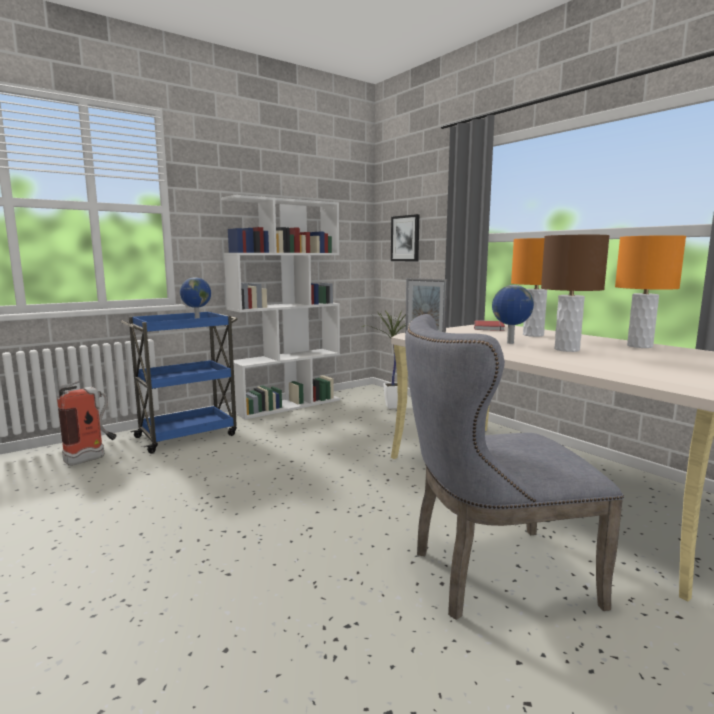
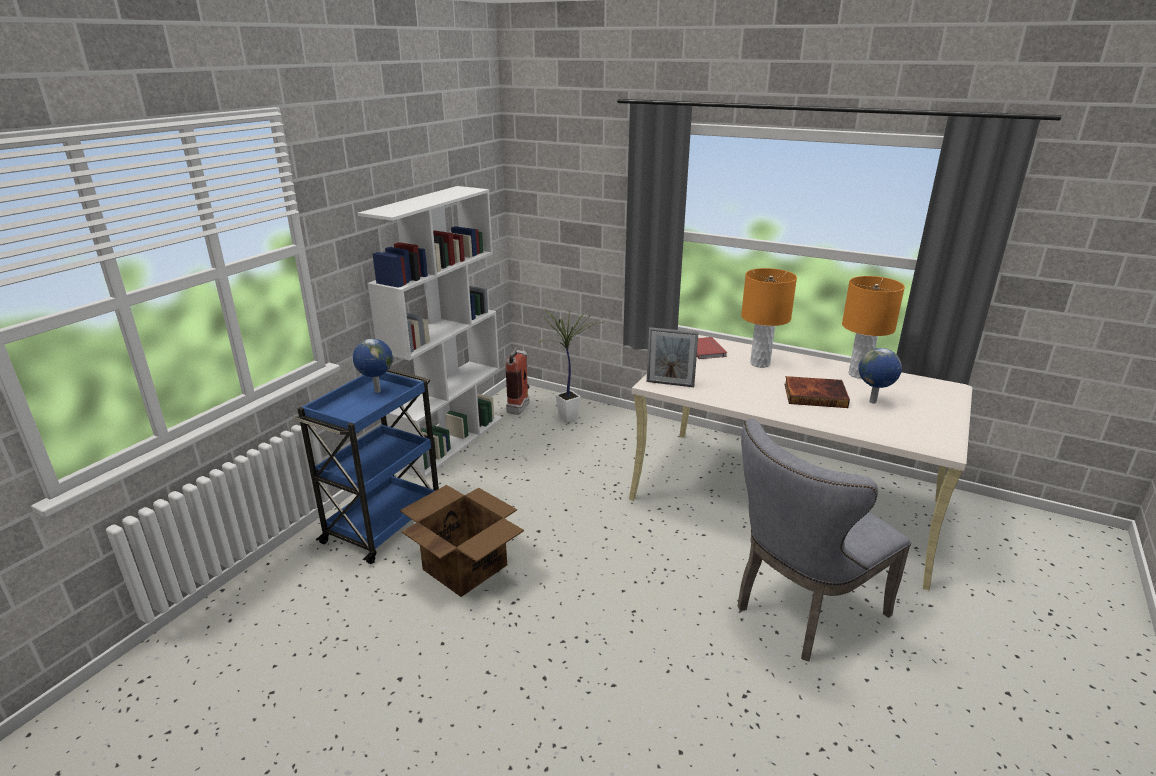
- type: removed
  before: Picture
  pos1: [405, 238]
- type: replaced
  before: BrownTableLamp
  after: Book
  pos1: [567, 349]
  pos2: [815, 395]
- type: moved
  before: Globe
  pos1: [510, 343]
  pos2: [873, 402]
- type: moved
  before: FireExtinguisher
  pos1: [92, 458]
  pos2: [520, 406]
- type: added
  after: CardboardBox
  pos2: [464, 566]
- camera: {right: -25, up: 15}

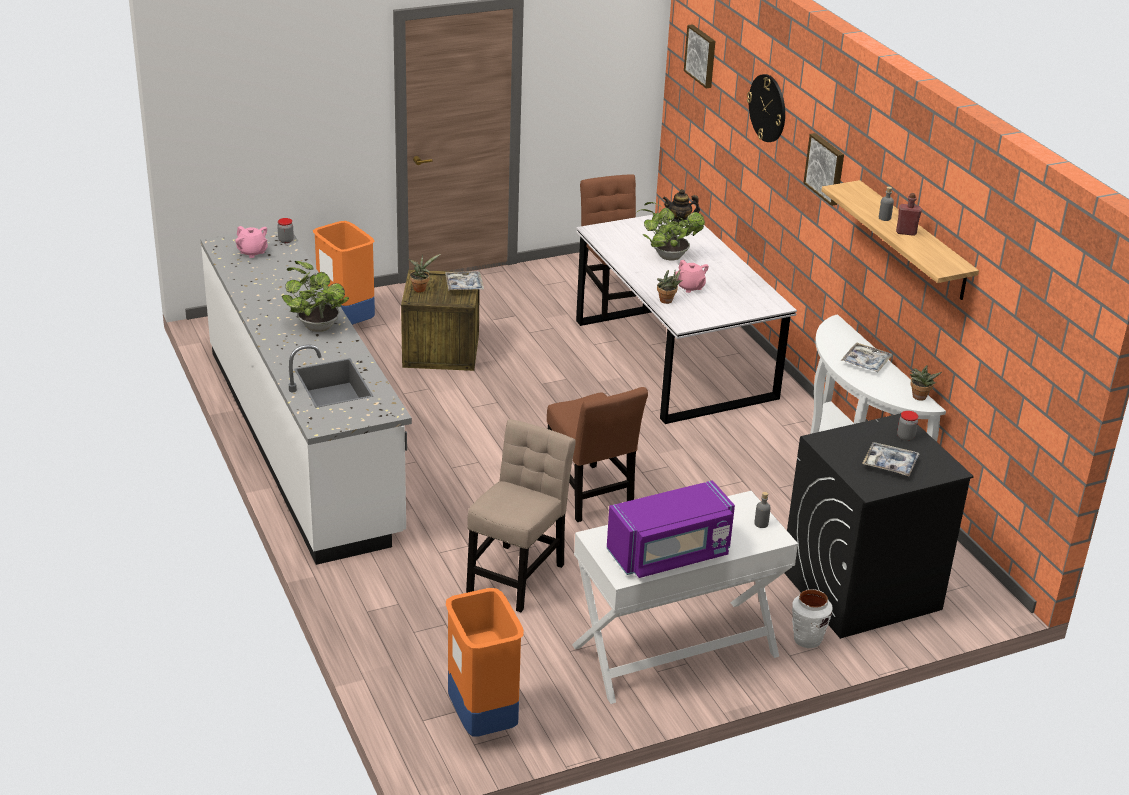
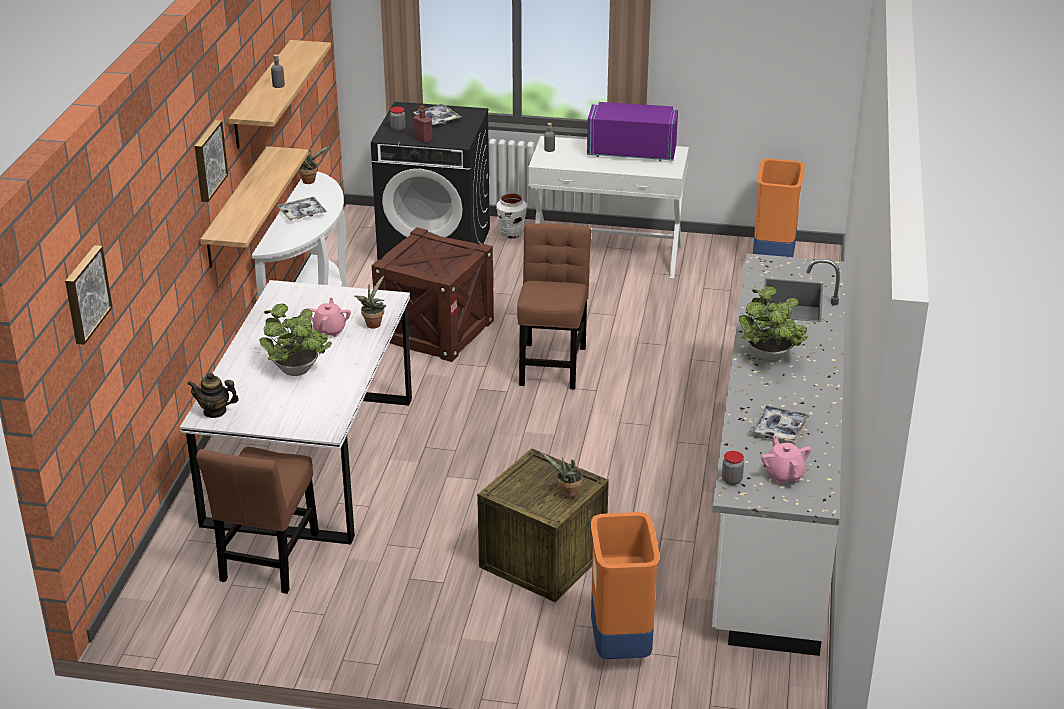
- type: removed
  before: WallClock
  pos1: [768, 108]
- type: turned
  before: Teapot
  pos1: [679, 221]
  pos2: [215, 411]
  turn: 150
- type: moved
  before: RedBottle
  pos1: [906, 232]
  pos2: [423, 139]
- type: moved
  before: Tray
  pos1: [464, 285]
  pos2: [779, 429]
- type: removed
  before: BeigeChair
  pos1: [517, 575]
- type: added
  after: Shelf
  pos2: [236, 207]
- type: added
  after: Crate
  pos2: [435, 330]
- camera: {right: -145, up: 0}

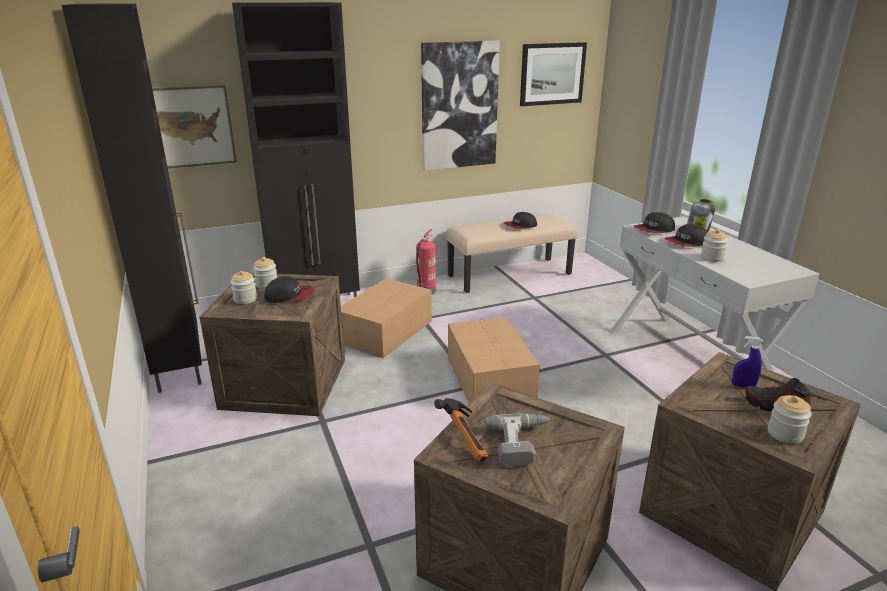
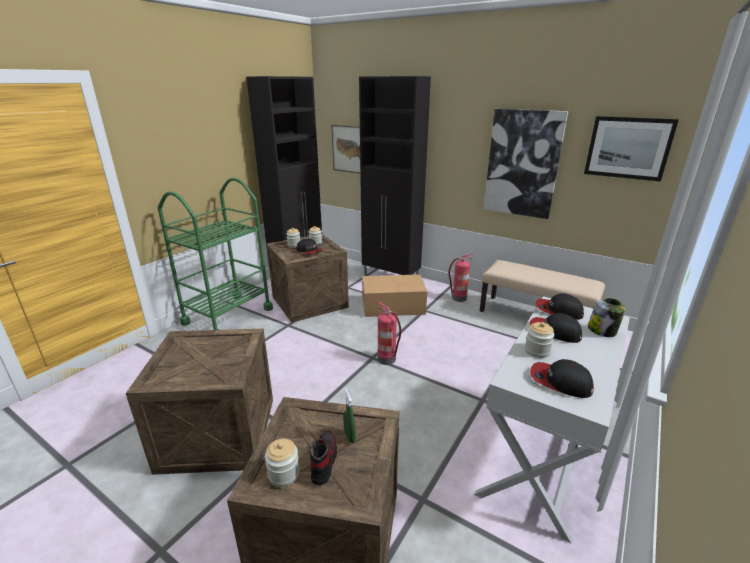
- type: moved
  before: Cap
  pos1: [520, 226]
  pos2: [560, 382]
- type: replaced
  before: CardboardBox
  after: FireExtinguisher
  pos1: [490, 377]
  pos2: [387, 359]
- type: recoloured
  before: BlueSprayBottle
  after: GreenSprayBottle
  pos1: [743, 386]
  pos2: [349, 436]
- type: removed
  before: Hammer
  pos1: [467, 438]
- type: removed
  before: PowerDrill
  pos1: [522, 443]
- type: added
  after: GreenCart
  pos2: [228, 316]
- camera: {right: 55, up: 0}

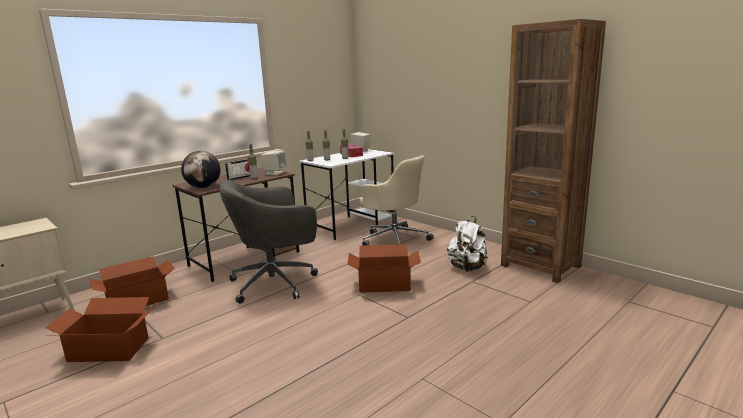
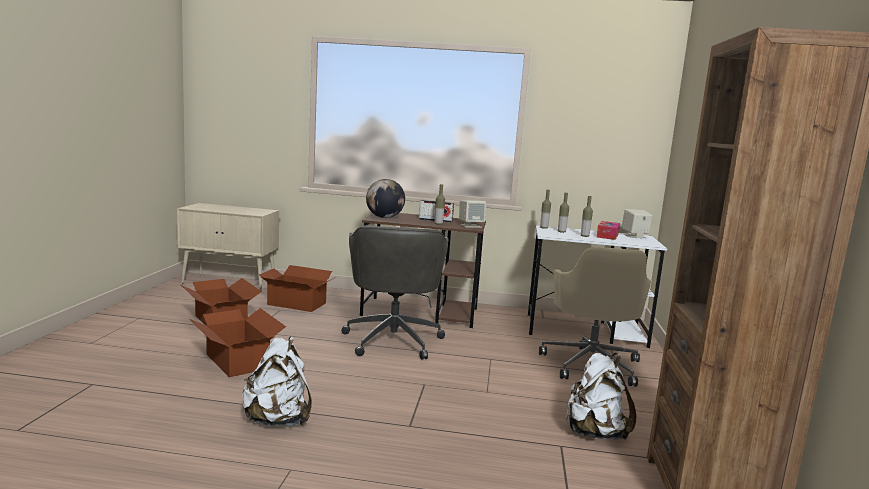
- type: turned
  before: GreyOfficeChair
  pos1: [276, 283]
  pos2: [393, 339]
  turn: -120
- type: moved
  before: CardboardBox
  pos1: [385, 285]
  pos2: [236, 361]
- type: added
  after: WhiteBackpack
  pos2: [278, 420]
- camera: {right: 50, up: -5}

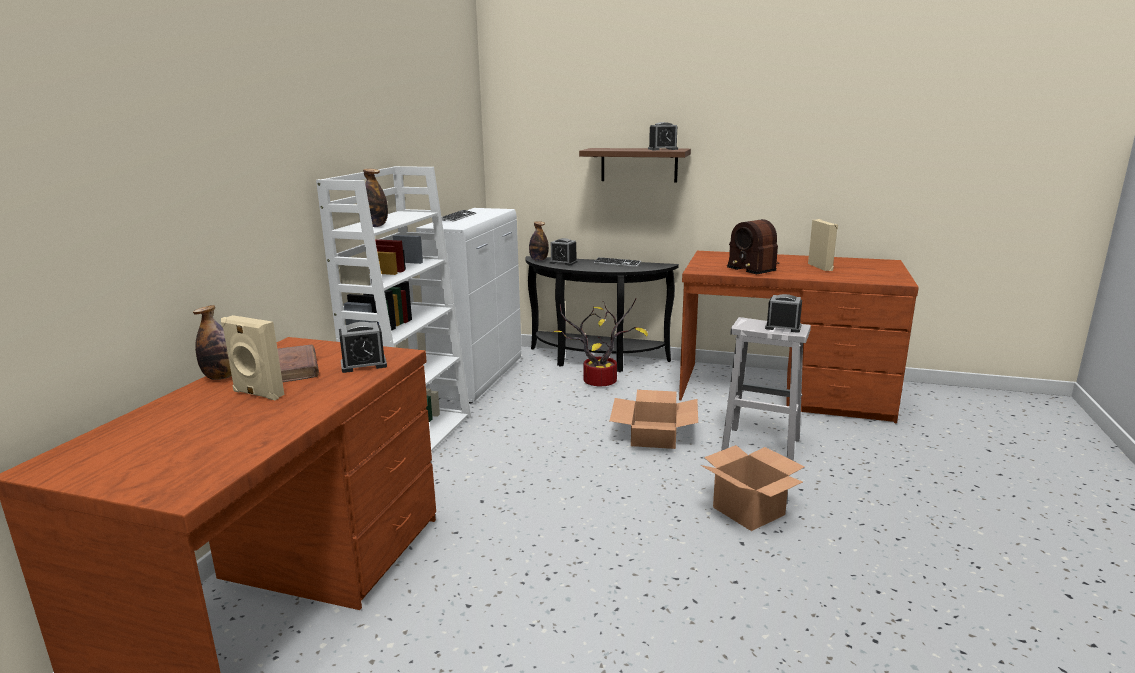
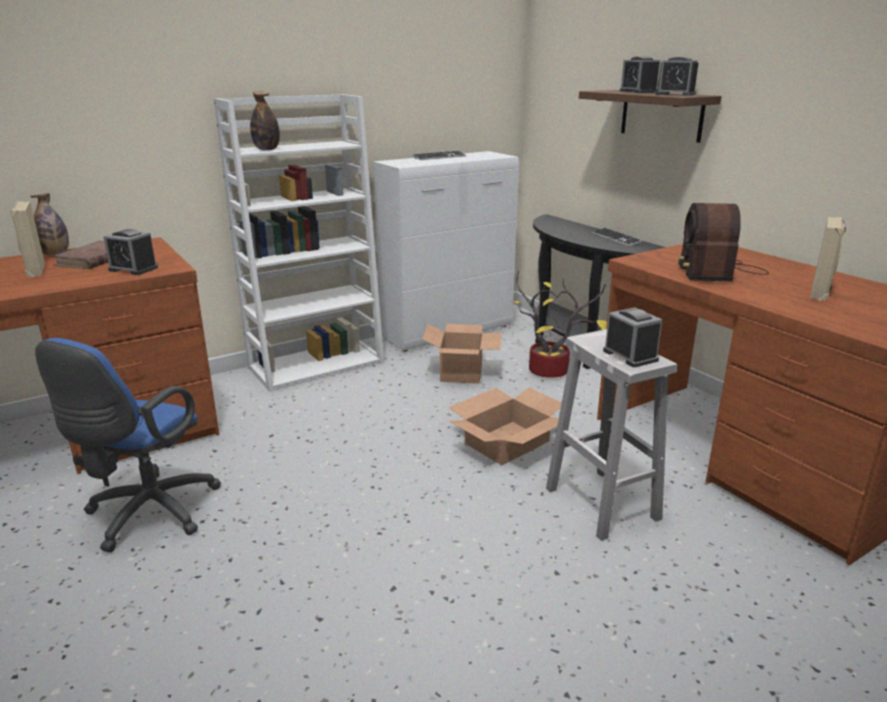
- type: removed
  before: Bottle
  pos1: [539, 260]
- type: moved
  before: AlarmClock
  pos1: [563, 262]
  pos2: [638, 91]
- type: moved
  before: CardboardBox
  pos1: [747, 511]
  pos2: [461, 373]
- type: added
  after: BlueOfficeChair
  pos2: [148, 515]
- camera: {right: 40, up: 5}

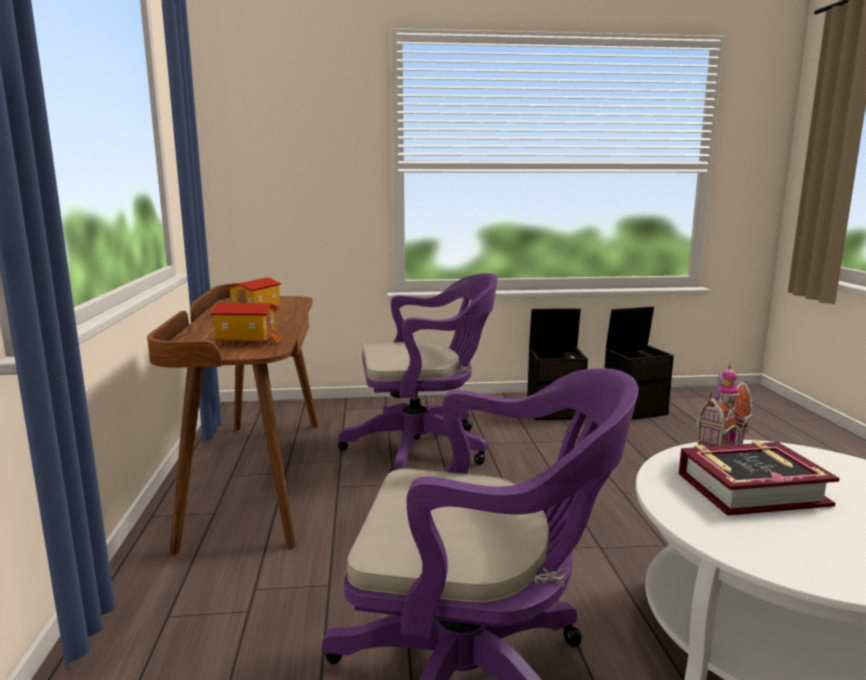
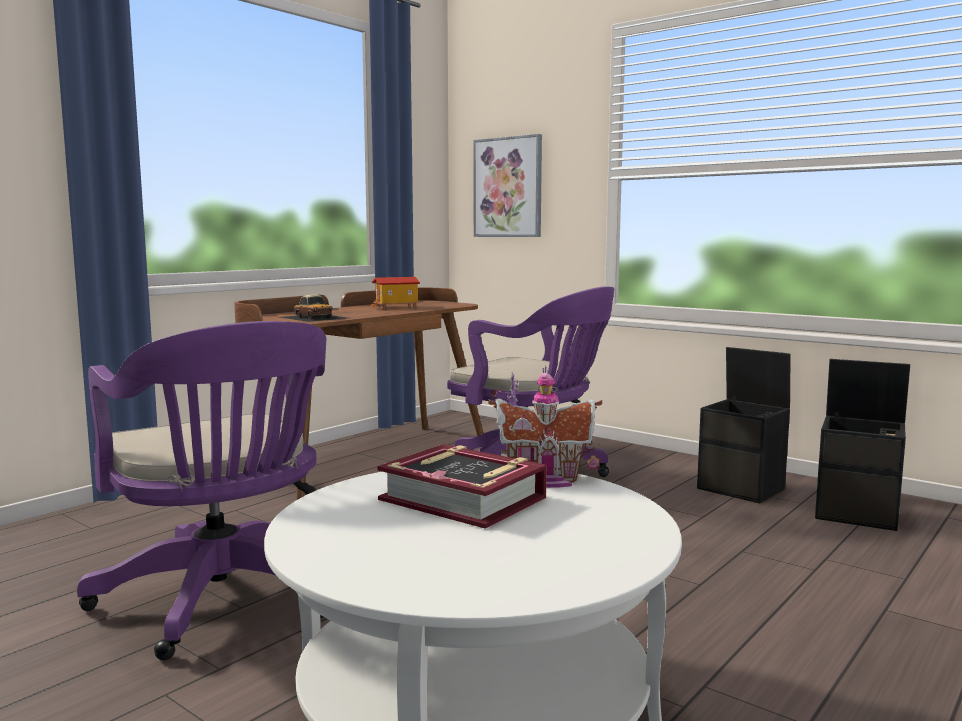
- type: replaced
  before: ToyHouse
  after: ToyCar
  pos1: [247, 342]
  pos2: [314, 317]
- type: added
  after: Picture
  pos2: [508, 187]
- camera: {right: 45, up: -5}

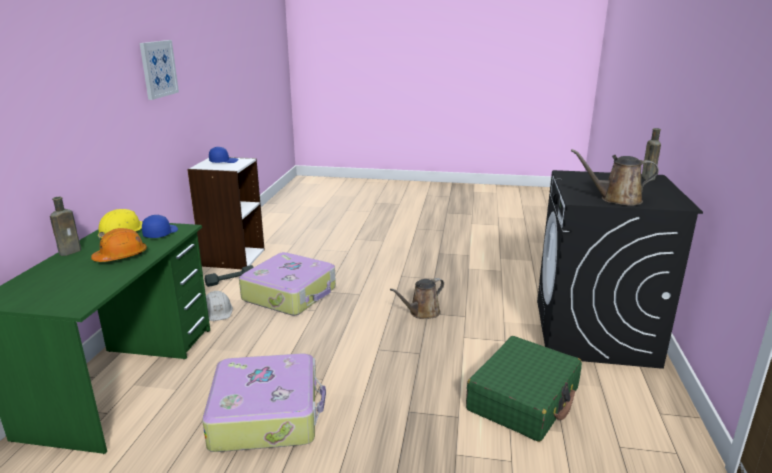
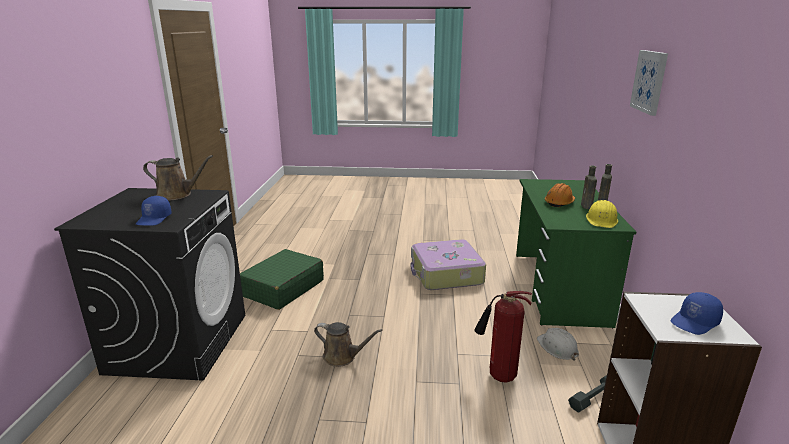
- type: moved
  before: Picture
  pos1: [158, 69]
  pos2: [649, 81]
- type: moved
  before: BrownBottle
  pos1: [647, 177]
  pos2: [586, 207]
- type: moved
  before: BlueCap
  pos1: [160, 233]
  pos2: [154, 219]
- type: replaced
  before: Suitcase
  after: FireExtinguisher
  pos1: [291, 294]
  pos2: [498, 376]
- type: turned
  before: BrownWateringCan
  pos1: [422, 313]
  pos2: [342, 357]
  turn: 60
- camera: {right: 175, up: 0}

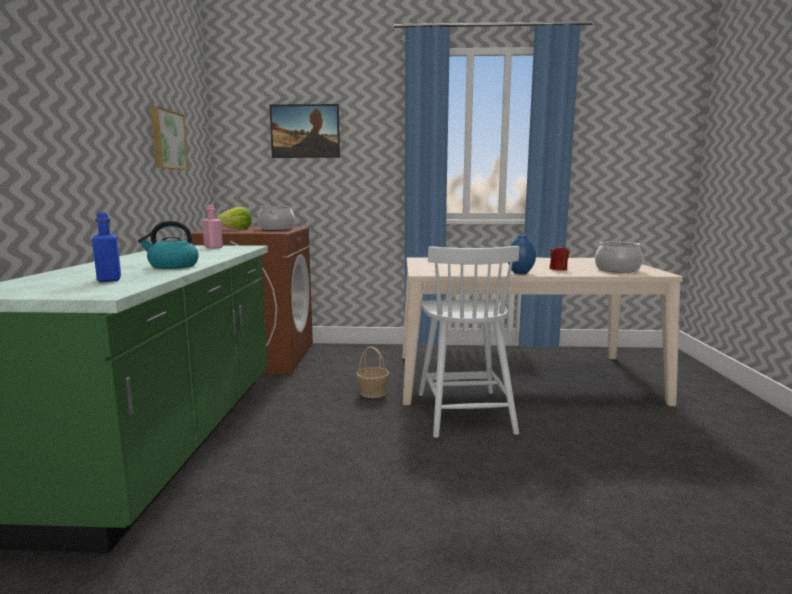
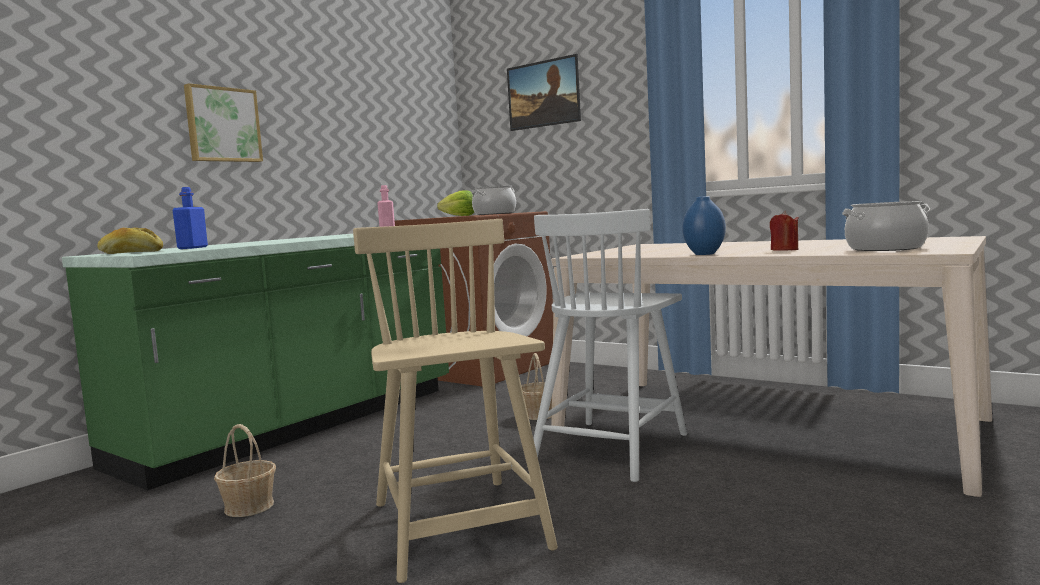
- type: moved
  before: Picture
  pos1: [167, 140]
  pos2: [222, 125]
- type: removed
  before: Kettle
  pos1: [172, 266]
- type: added
  after: BeigeChair
  pos2: [459, 528]
- type: added
  after: Bread
  pos2: [131, 253]
- type: added
  after: Basket
  pos2: [249, 506]
- camera: {right: 35, up: -5}

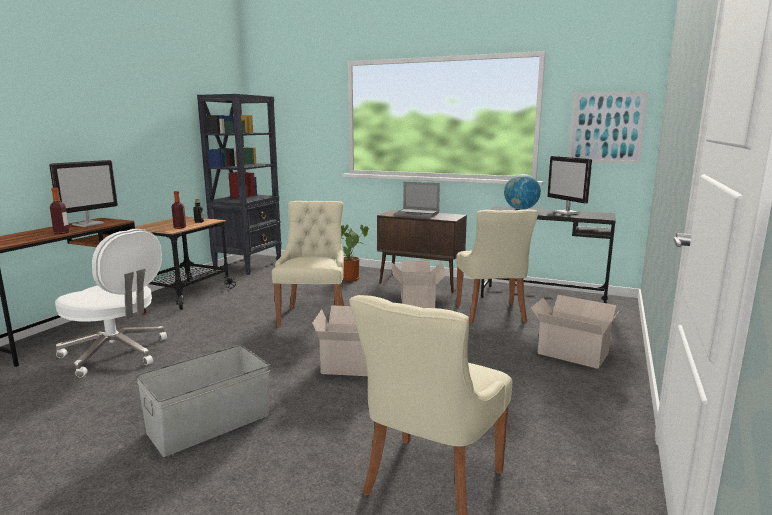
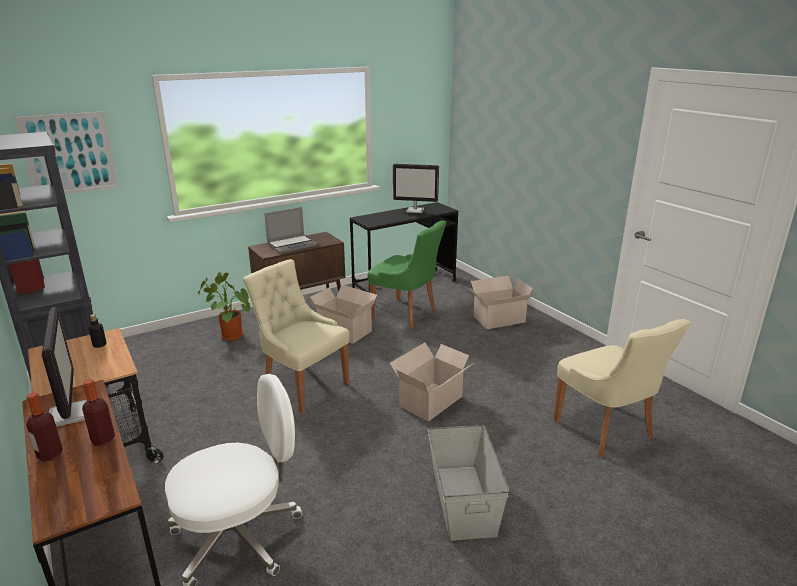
- type: moved
  before: Picture
  pos1: [606, 127]
  pos2: [69, 154]
- type: removed
  before: Globe
  pos1: [520, 209]
- type: moved
  before: Bottle
  pos1: [180, 227]
  pos2: [50, 455]
- type: recoloured
  before: BeigeChair
  after: GreenChair
  pos1: [491, 314]
  pos2: [406, 314]
- camera: {right: -55, up: 10}

